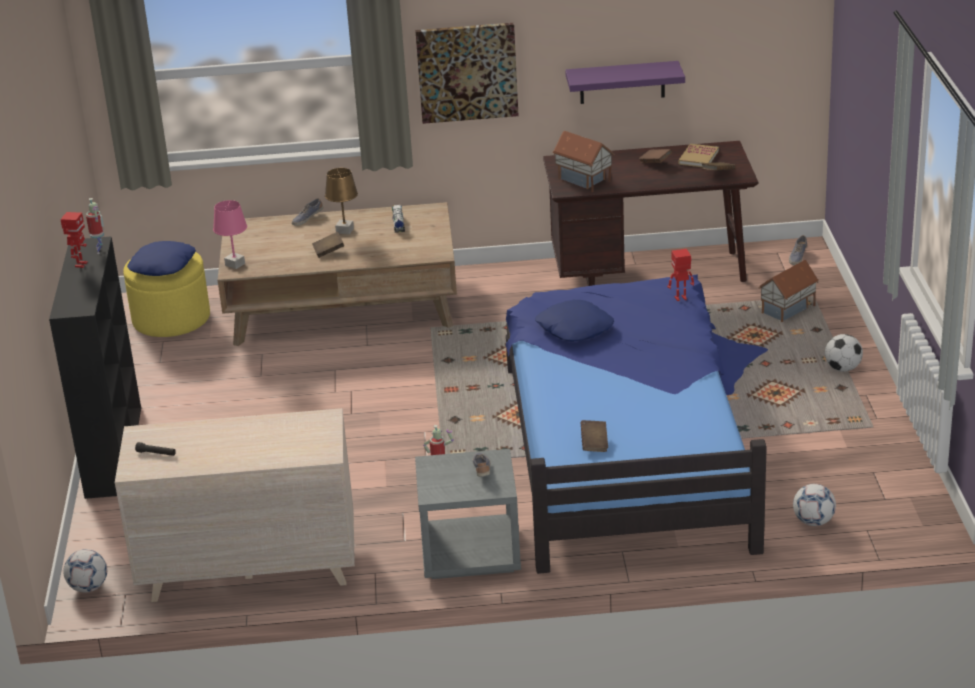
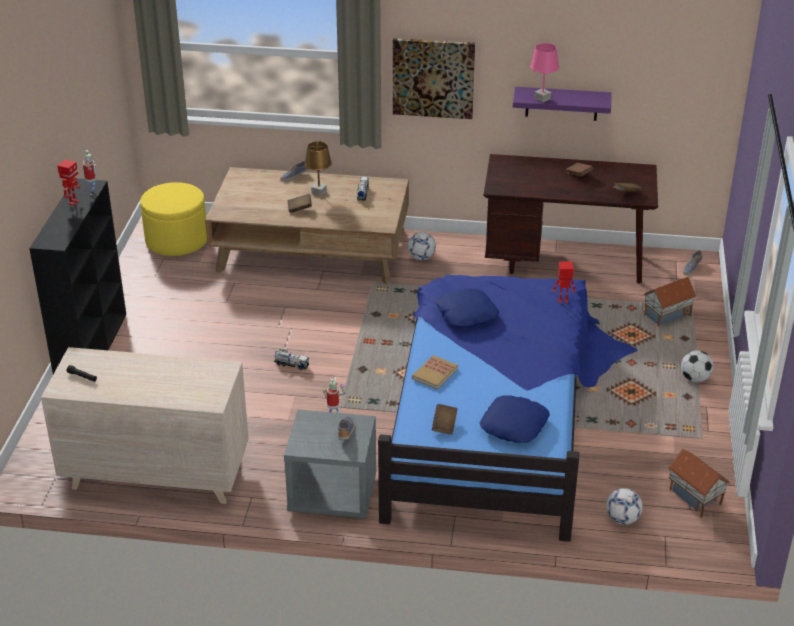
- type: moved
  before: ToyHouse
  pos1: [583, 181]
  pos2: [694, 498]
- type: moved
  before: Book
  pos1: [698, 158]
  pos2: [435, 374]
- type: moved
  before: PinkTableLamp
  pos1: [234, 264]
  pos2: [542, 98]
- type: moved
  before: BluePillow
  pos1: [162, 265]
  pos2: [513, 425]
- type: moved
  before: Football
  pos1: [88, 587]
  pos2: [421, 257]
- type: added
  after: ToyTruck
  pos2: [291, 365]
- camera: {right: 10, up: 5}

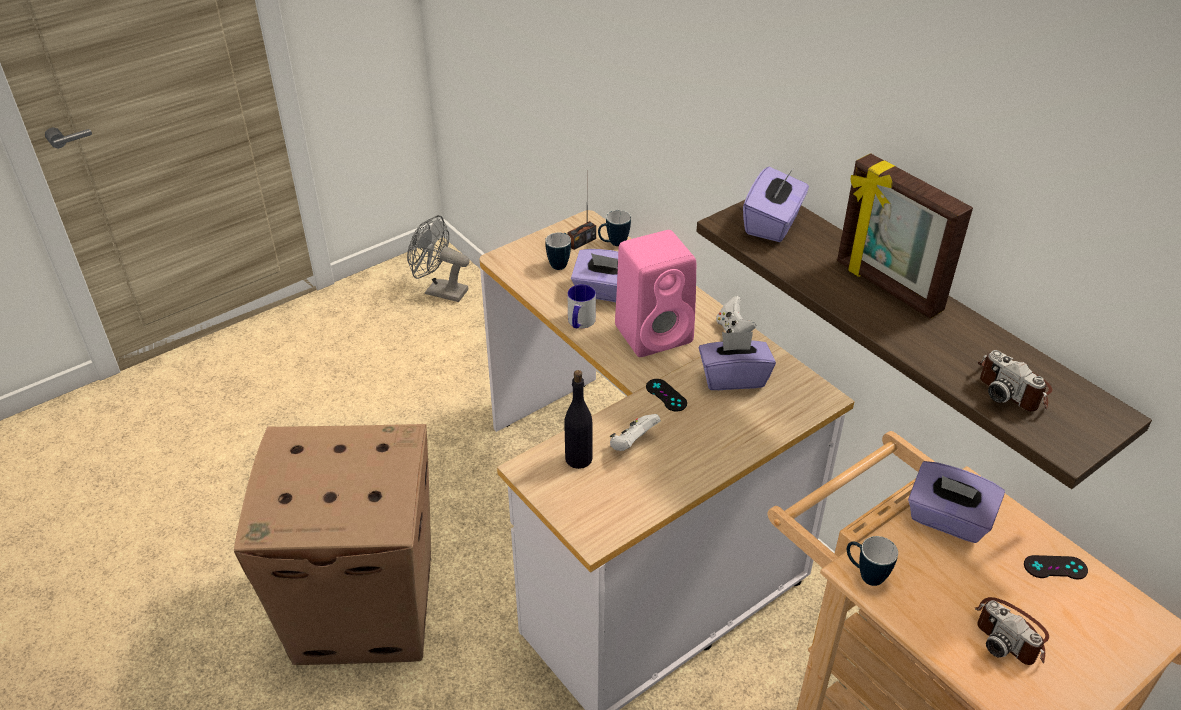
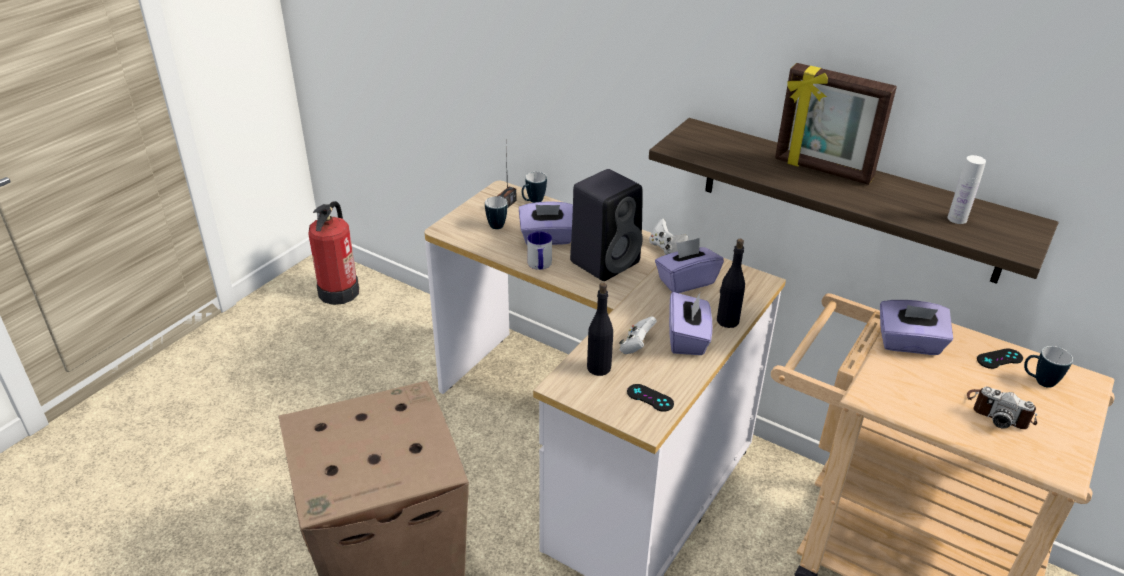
- type: moved
  before: PurpleTissueBox
  pos1: [773, 223]
  pos2: [687, 339]
- type: replaced
  before: GreyFan
  after: FireExtinguisher
  pos1: [440, 291]
  pos2: [339, 291]
- type: recoloured
  before: PinkSpeaker
  after: BlackSpeaker
  pos1: [655, 333]
  pos2: [606, 261]
- type: replaced
  before: PhotoCamera
  after: WhiteBottle
  pos1: [1014, 388]
  pos2: [957, 219]
- type: moved
  before: BlackGameController
  pos1: [666, 395]
  pos2: [650, 398]
- type: moved
  before: Mug
  pos1: [865, 574]
  pos2: [1039, 381]
- type: added
  after: BlackBottle
  pos2: [727, 321]
- camera: {right: -20, up: -5}

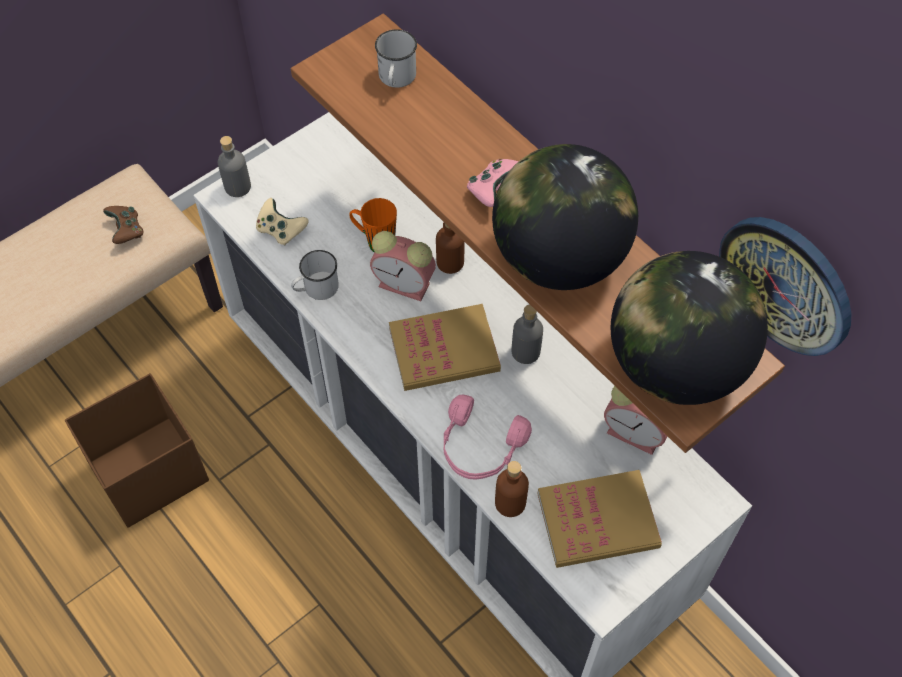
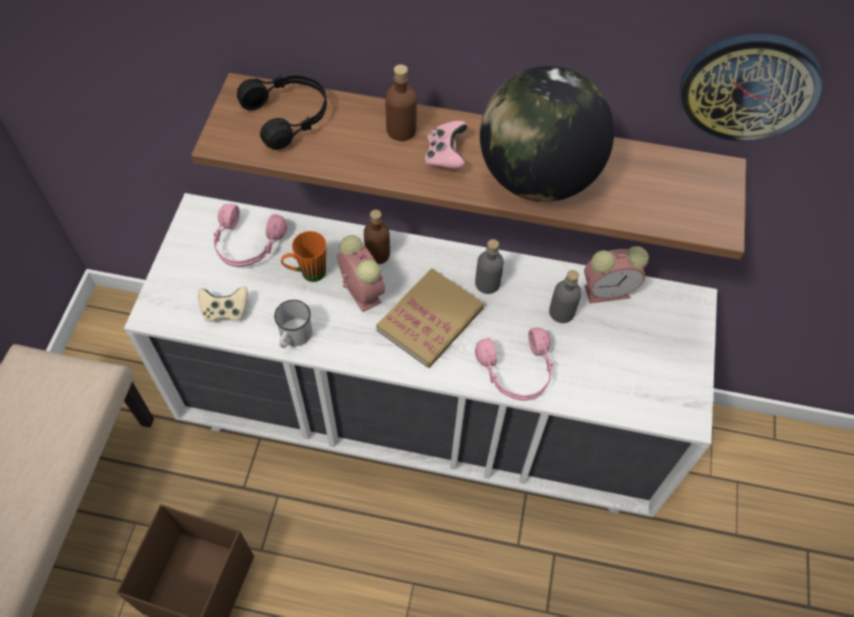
- type: replaced
  before: WhiteMug
  after: BlackHeadphones
  pos1: [396, 79]
  pos2: [289, 116]
- type: moved
  before: GreyBottle
  pos1: [237, 187]
  pos2: [561, 312]
- type: removed
  before: BrownGameController
  pos1: [127, 231]
- type: turned
  before: AlarmClock
  pos1: [406, 285]
  pos2: [360, 290]
  turn: -105
- type: removed
  before: Globe
  pos1: [675, 366]
- type: moved
  before: BrownBottle
  pos1: [510, 502]
  pos2: [401, 130]
- type: removed
  before: Book
  pos1: [597, 521]
- type: added
  after: PinkHeadphones
  pos2: [246, 245]
- camera: {right: -40, up: 0}

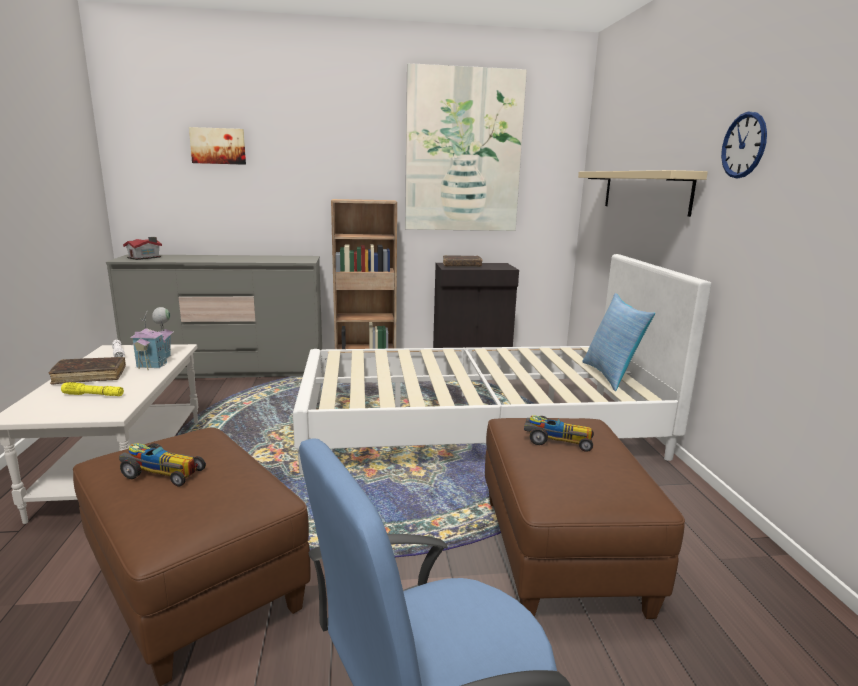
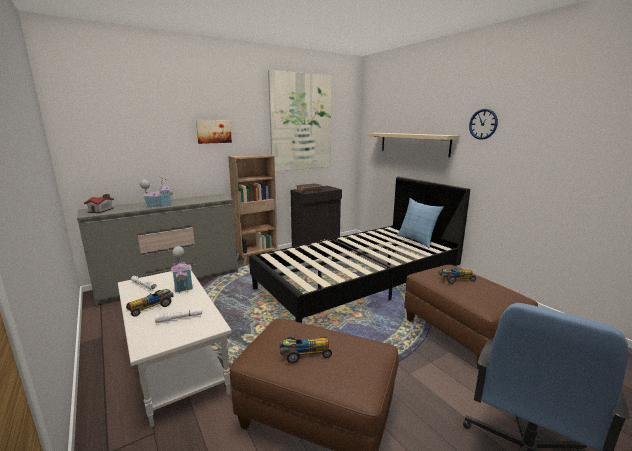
- type: moved
  before: Picture
  pos1: [218, 146]
  pos2: [213, 131]
- type: recoloured
  before: WhiteBed
  after: BlackBed
  pos1: [478, 428]
  pos2: [358, 282]
- type: replaced
  before: BrownBook
  after: ToyCar
  pos1: [90, 376]
  pos2: [152, 306]
- type: recoloured
  before: YellowFlashlight
  after: WhiteFlashlight
  pos1: [93, 395]
  pos2: [179, 318]
- type: added
  after: ToyHouse
  pos2: [159, 205]
- camera: {right: -25, up: 0}

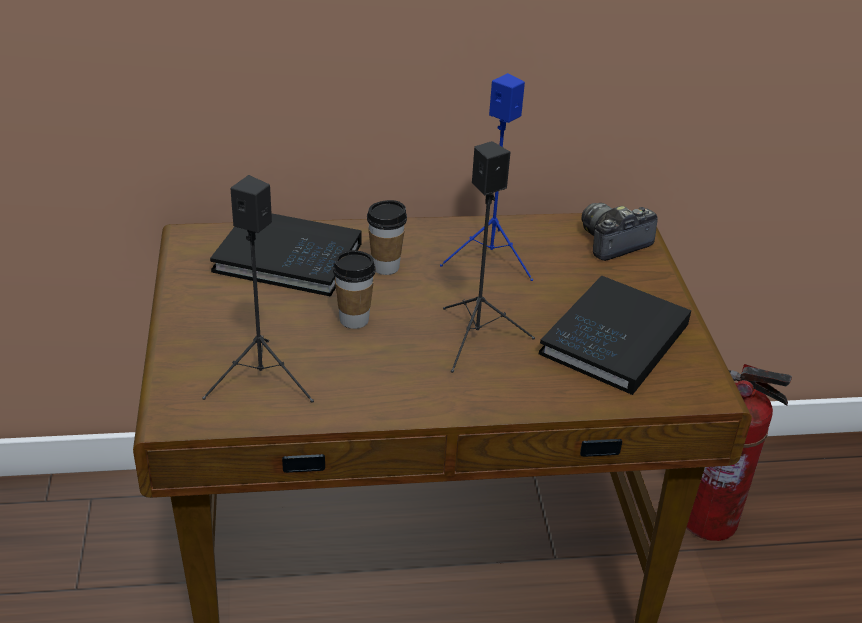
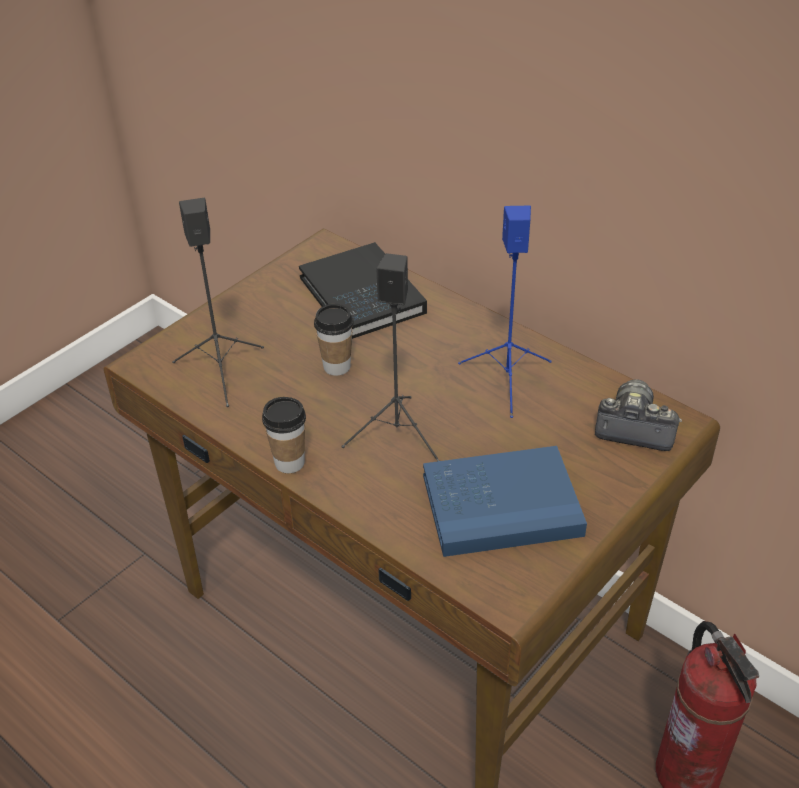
- type: moved
  before: Cup
  pos1: [385, 267]
  pos2: [289, 462]
- type: recoloured
  before: BlackBook
  after: BlueBook
  pos1: [614, 339]
  pos2: [501, 505]
- camera: {right: 50, up: 5}

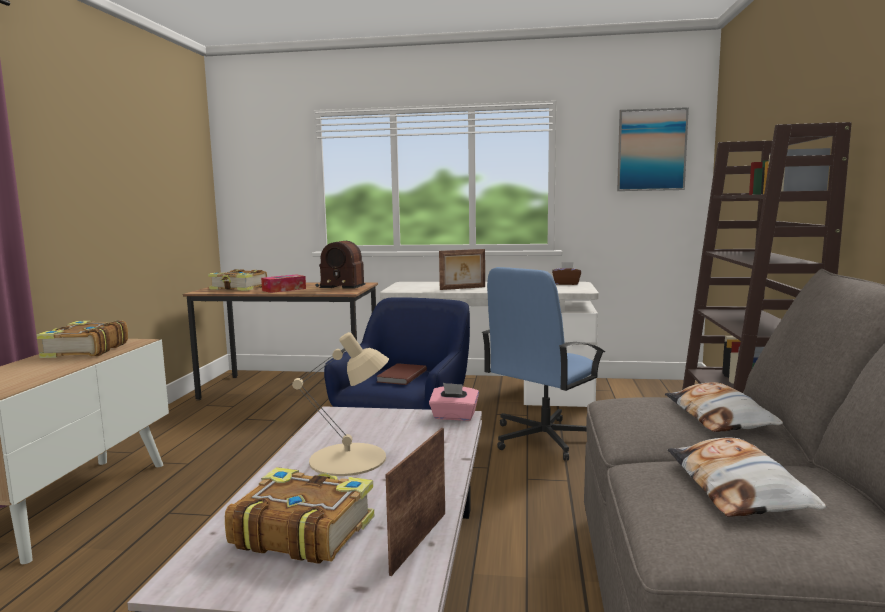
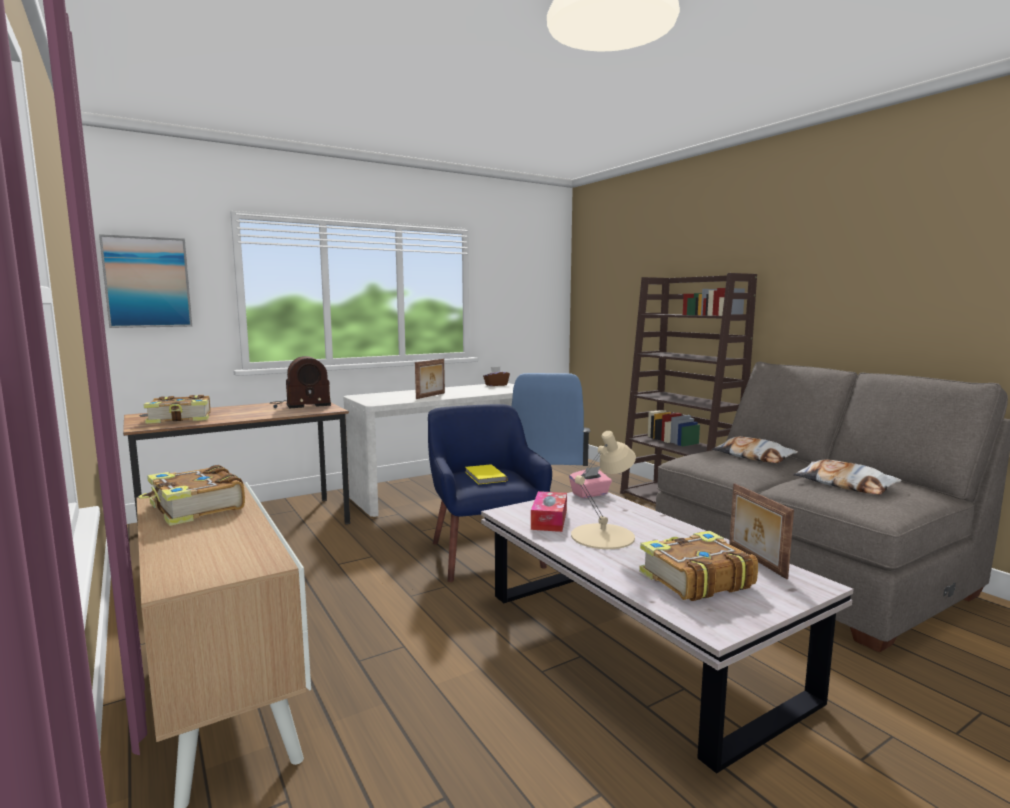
- type: moved
  before: Picture
  pos1: [651, 150]
  pos2: [147, 282]
- type: moved
  before: TissueBox
  pos1: [284, 289]
  pos2: [549, 520]
- type: recoloured
  before: BrownBook
  after: YellowBook
  pos1: [400, 376]
  pos2: [484, 476]
- camera: {right: -40, up: 0}

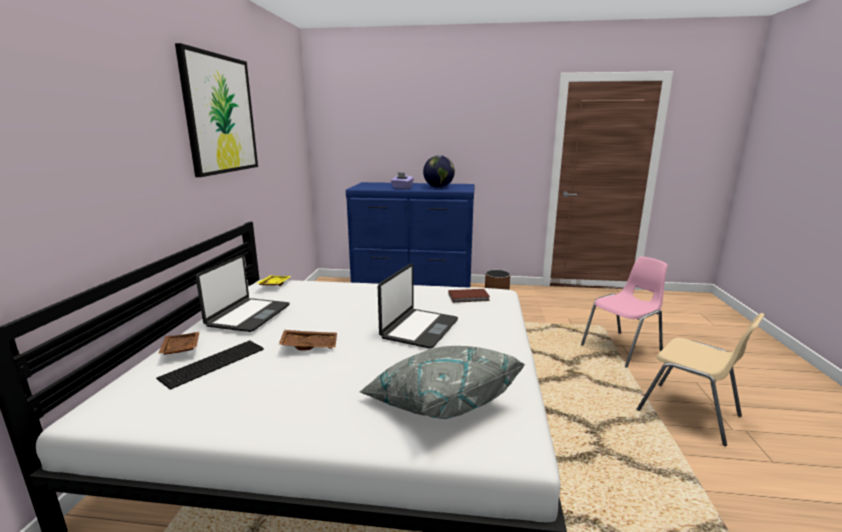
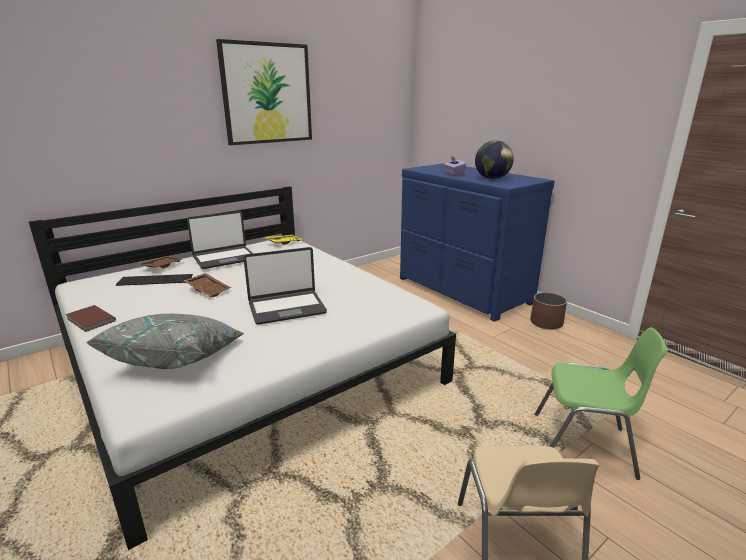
- type: recoloured
  before: PinkChair
  after: GreenChair
  pos1: [623, 348]
  pos2: [584, 446]
- type: moved
  before: BrownBook
  pos1: [469, 297]
  pos2: [90, 320]
- camera: {right: 45, up: 5}

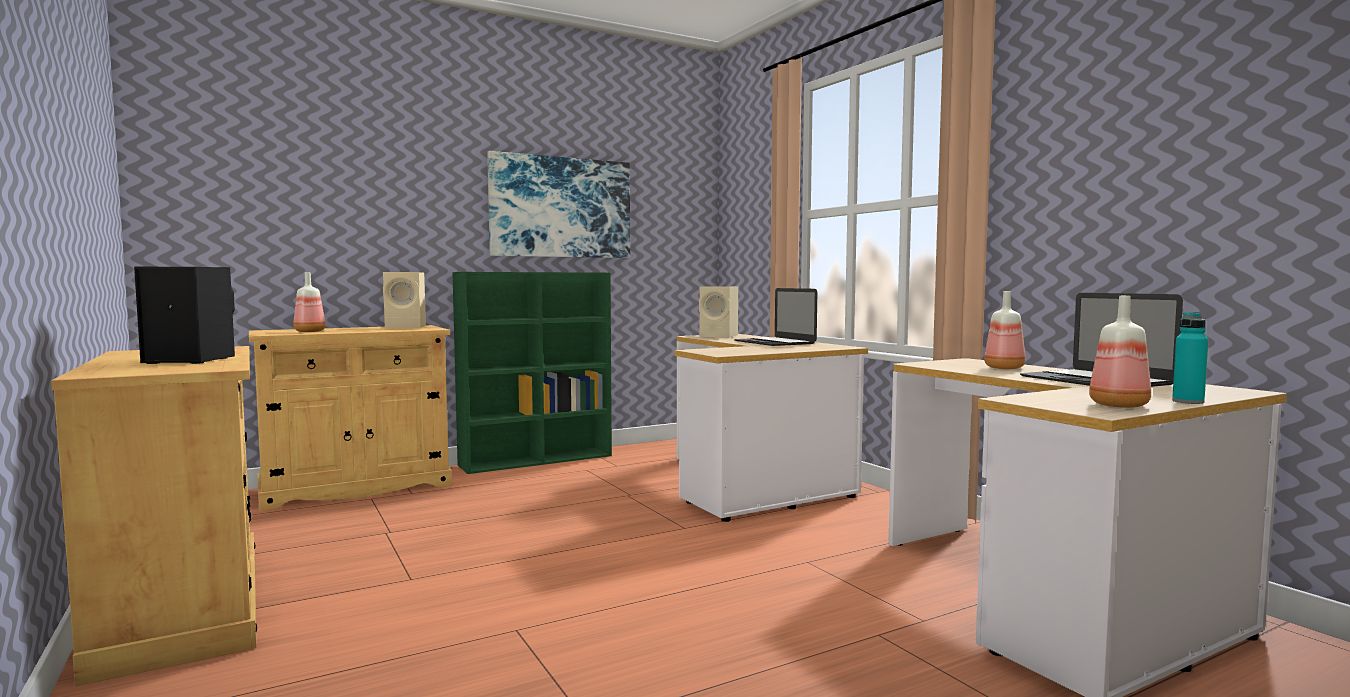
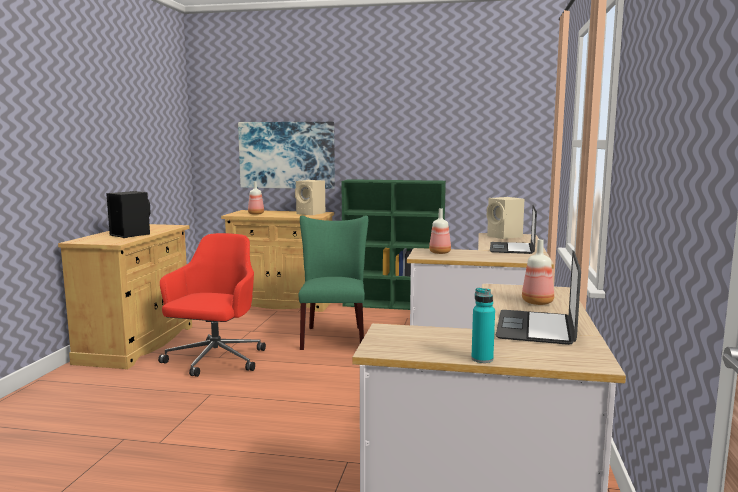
- type: moved
  before: Picture
  pos1: [561, 207]
  pos2: [287, 155]
- type: moved
  before: Bottle
  pos1: [1117, 405]
  pos2: [440, 252]
- type: added
  after: GreenChair
  pos2: [333, 336]
- type: added
  after: RedOfficeChair
  pos2: [214, 360]
- camera: {right: 40, up: 5}

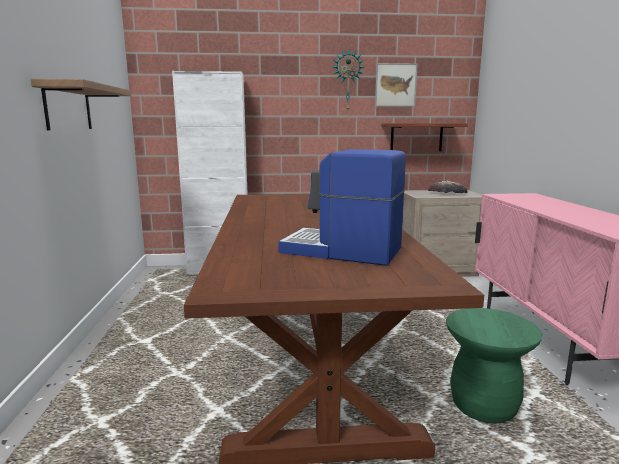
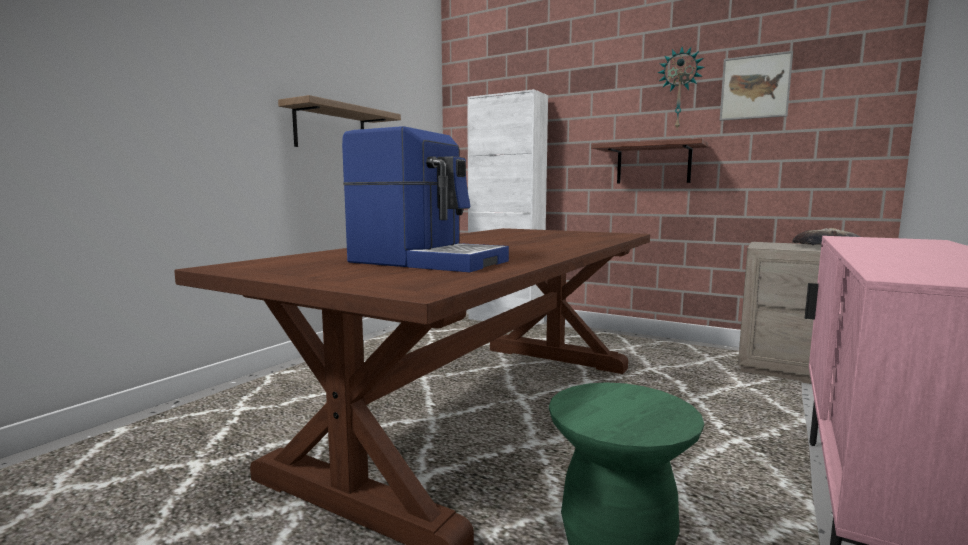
- type: moved
  before: Shelf
  pos1: [416, 137]
  pos2: [653, 164]
- type: turned
  before: CoffeeMachine
  pos1: [342, 251]
  pos2: [427, 261]
  turn: 150
- camera: {right: 35, up: -5}

